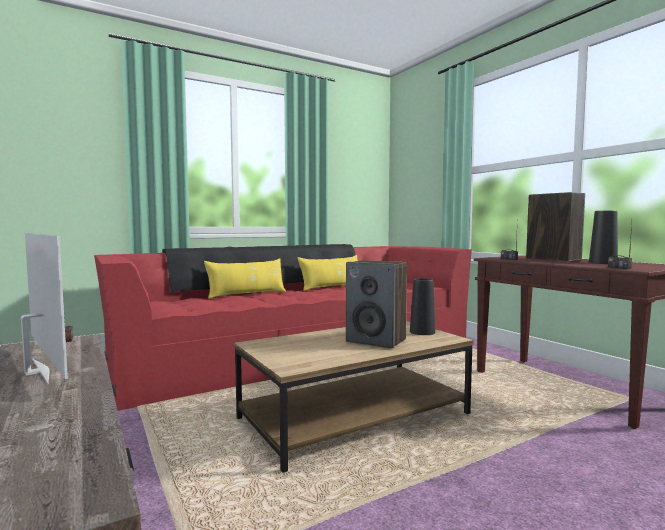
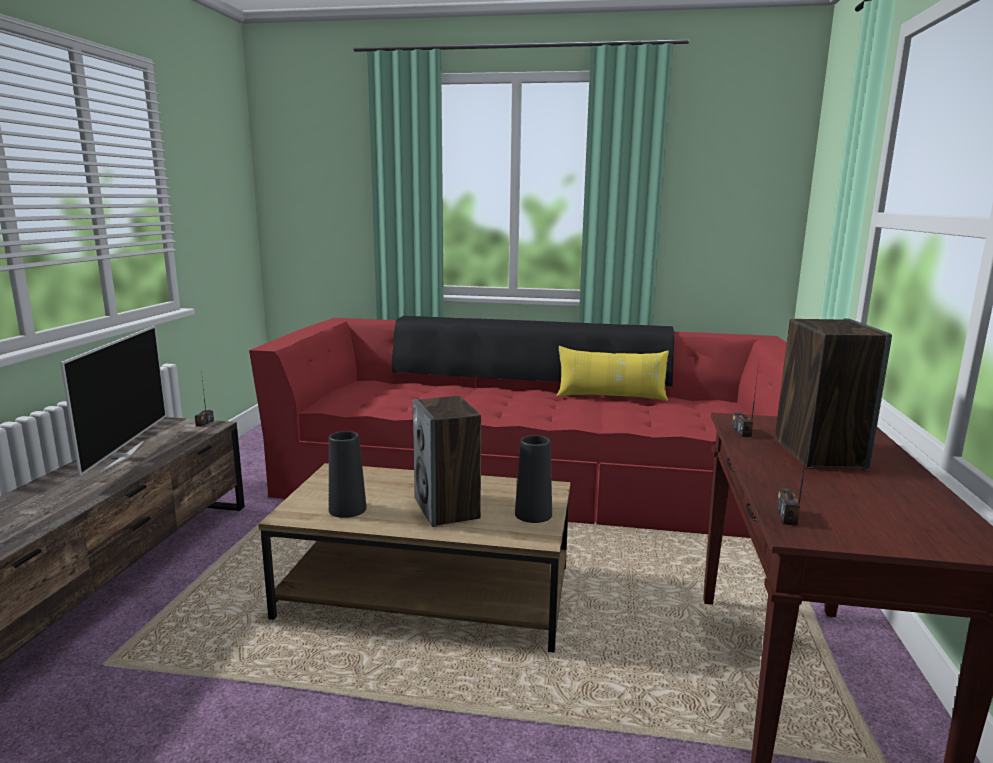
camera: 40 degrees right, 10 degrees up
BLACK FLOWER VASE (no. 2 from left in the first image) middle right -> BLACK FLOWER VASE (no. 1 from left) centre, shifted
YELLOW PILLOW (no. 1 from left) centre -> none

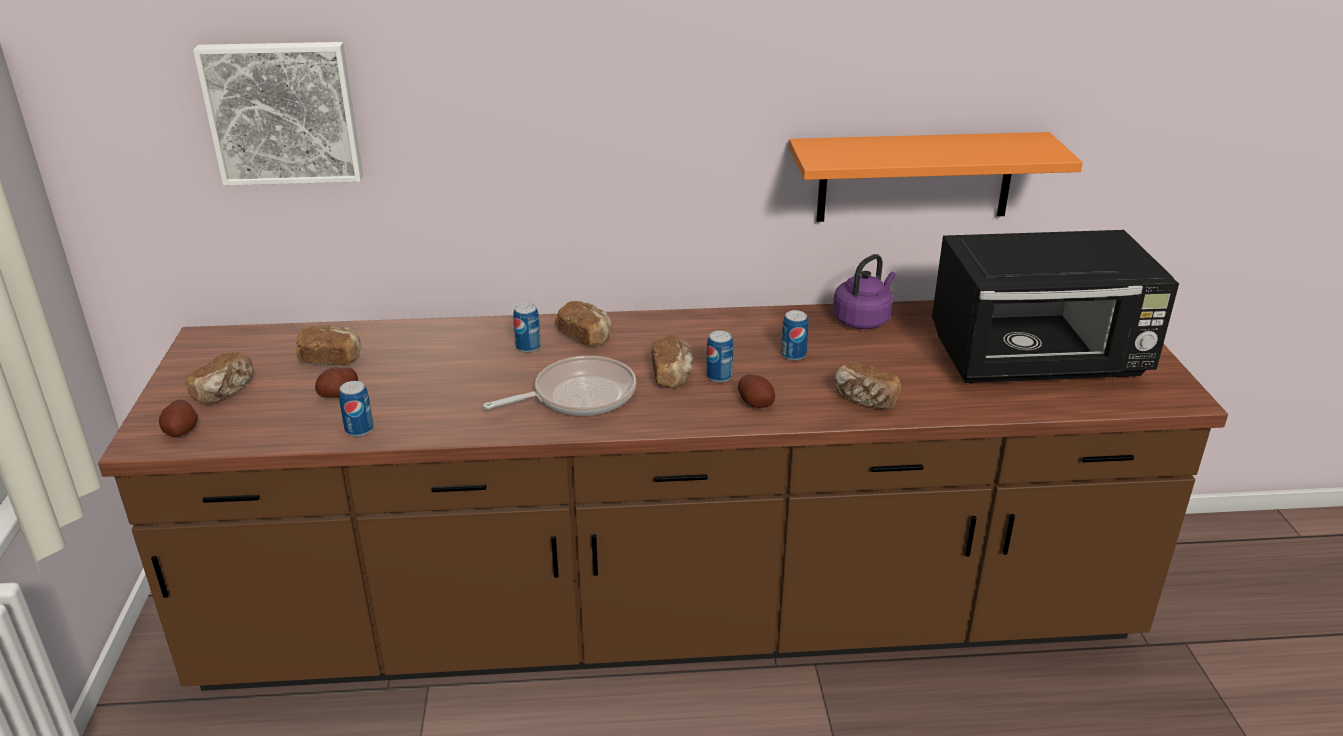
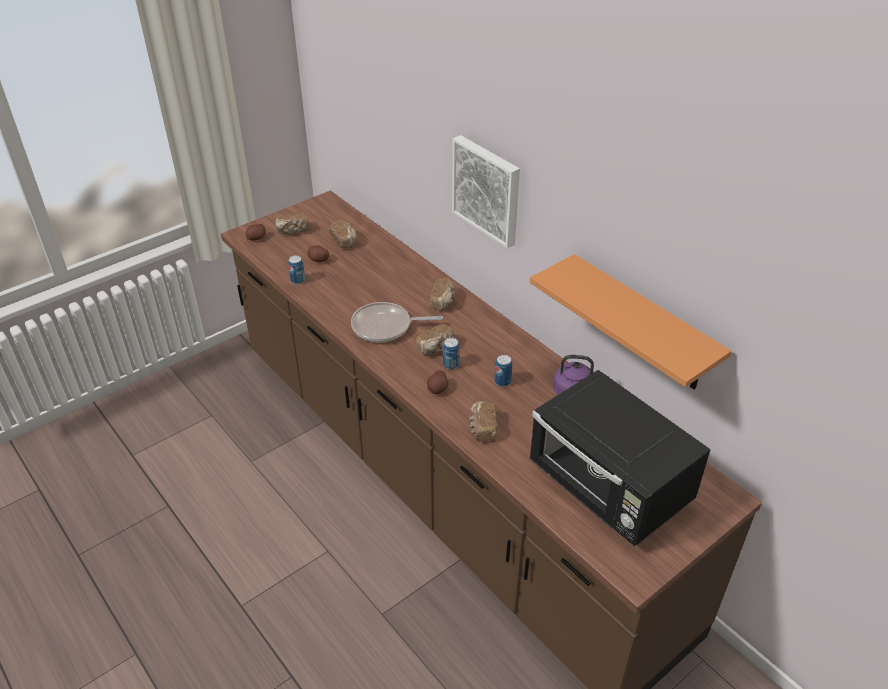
camera: 55 degrees right, 10 degrees up
SKILLET centre, 150 degrees clockwise
WALL ART top left -> WALL ART top centre, shifted
SEALED CAN (no. 2 from left) centre -> none

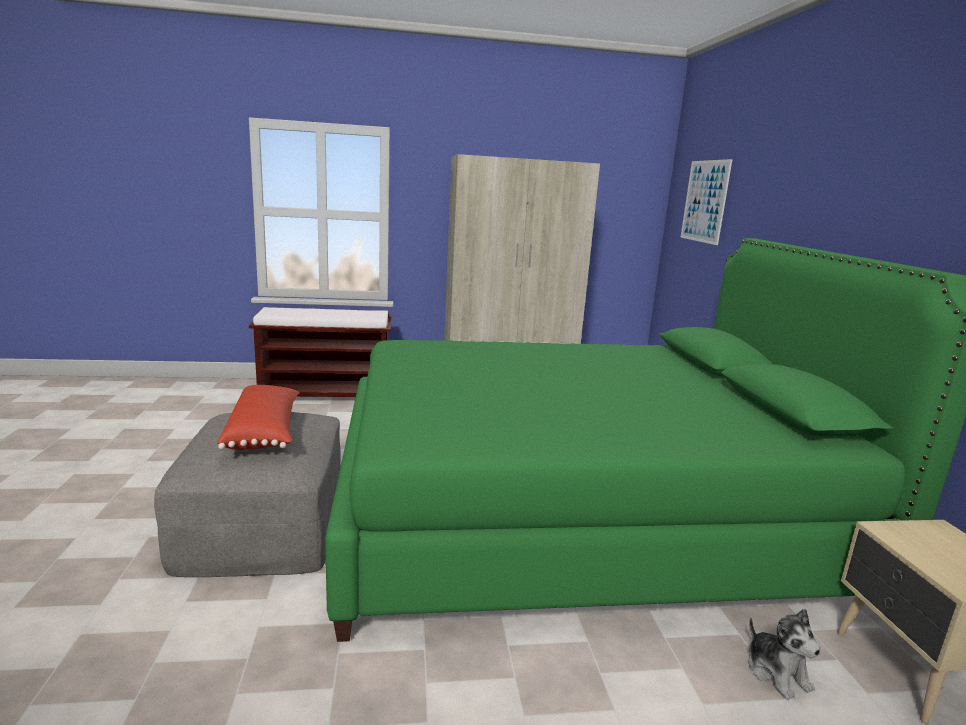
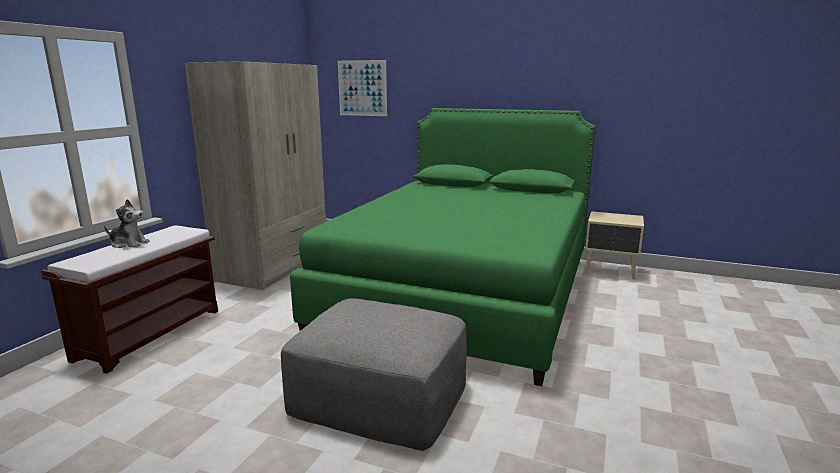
camera: 60 degrees left, 0 degrees up
SOFT TOY bottom right -> SOFT TOY middle left, shifted
RED PILLOW middle left -> none

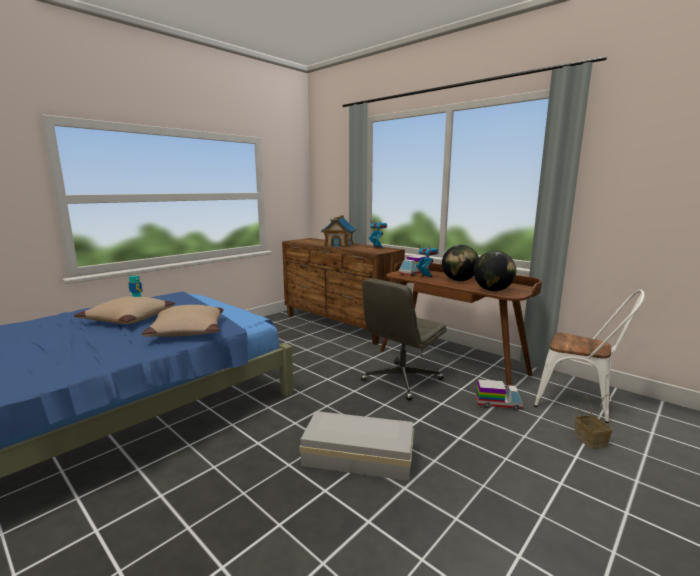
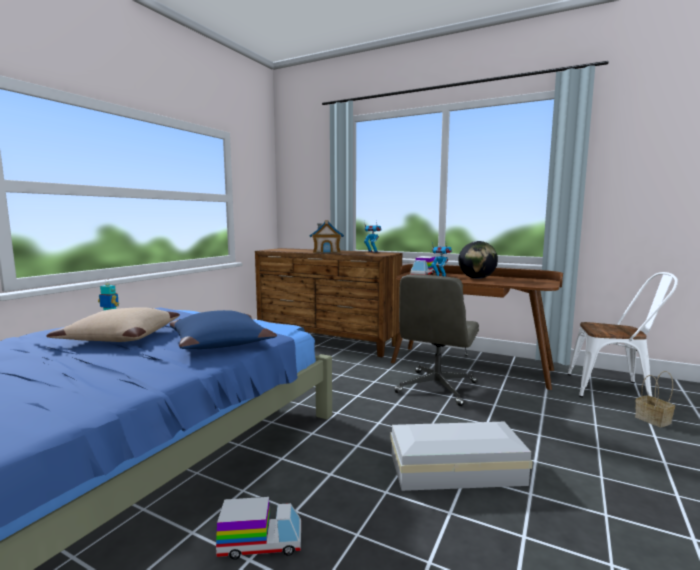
camera: 15 degrees left, 5 degrees down
BEIGE-COLOURED PILLOW (no. 2 from left) middle left -> BLUE PILLOW middle left
TOY TRUCK (no. 2 from left in the first image) bottom right -> TOY TRUCK (no. 1 from left) bottom centre, shifted
WORLD GLOBE (no. 2 from left) middle right -> none

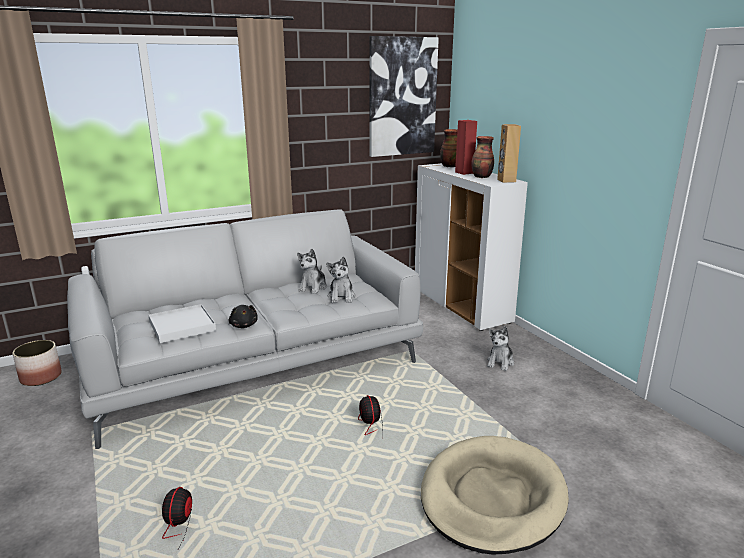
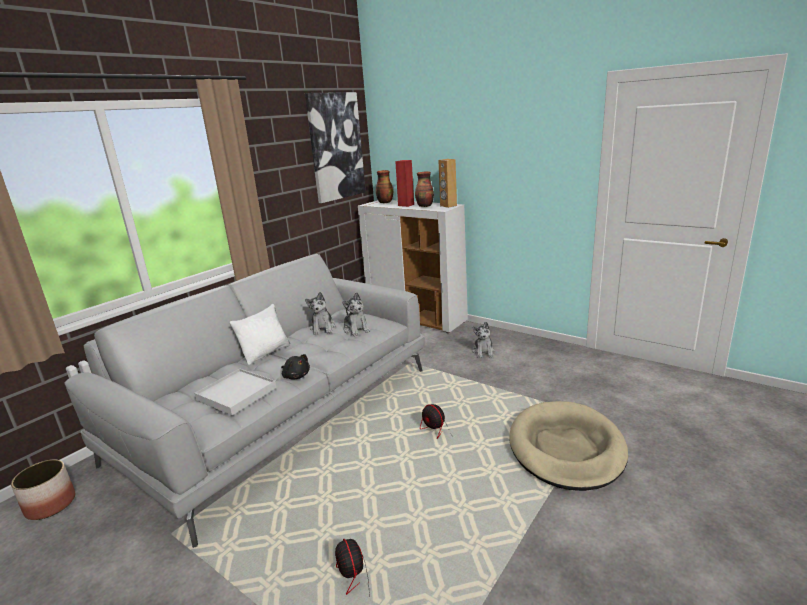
camera: 25 degrees left, 0 degrees up
none -> WHITE PILLOW middle left

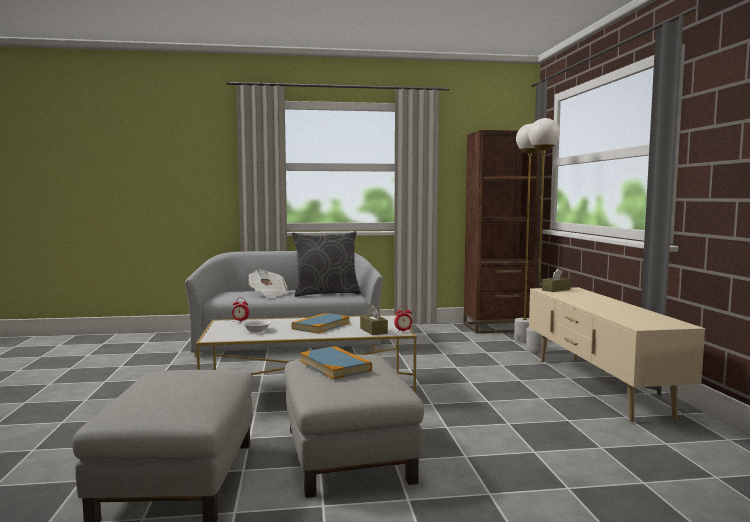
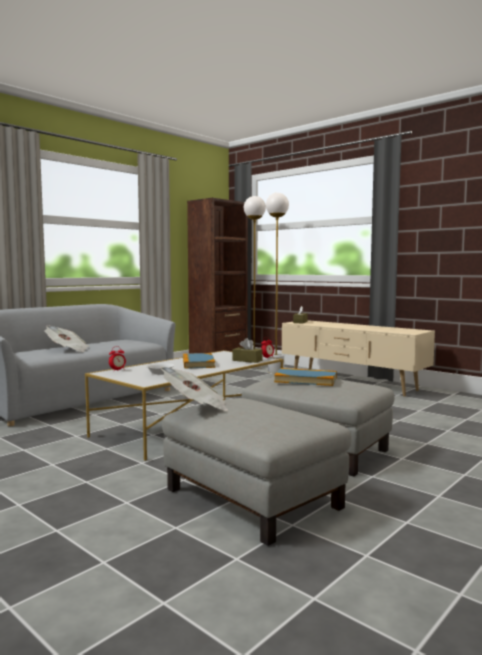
camera: 40 degrees left, 0 degrees up
none -> DAILY PAPER (no. 2 from left) centre
GRAY PILLOW centre -> none

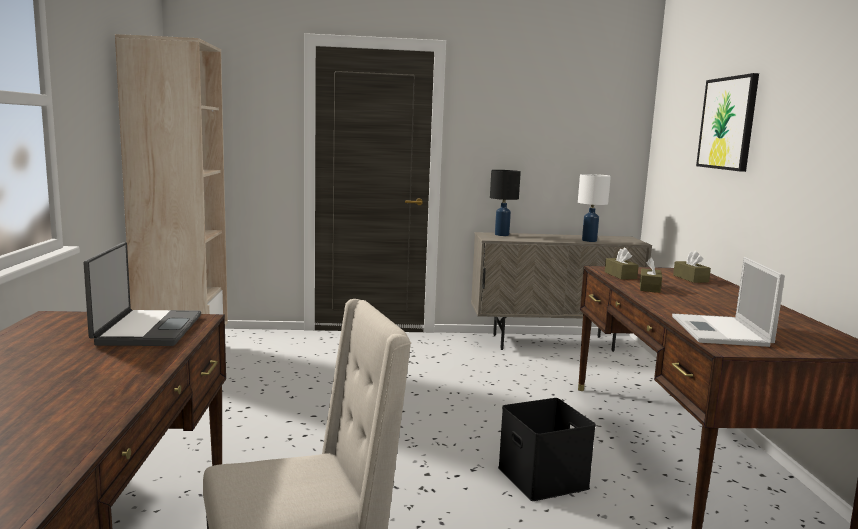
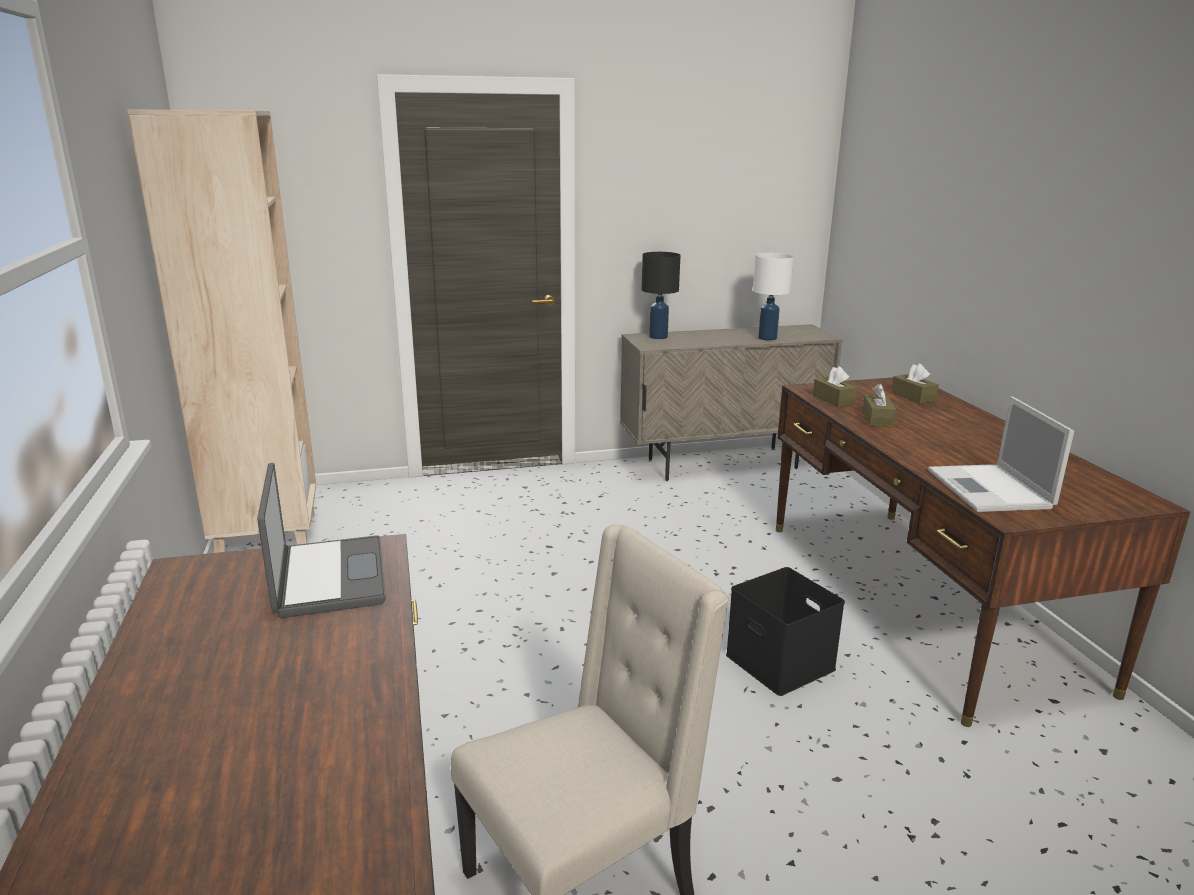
camera: 10 degrees left, 10 degrees up
WALL ART top right -> none

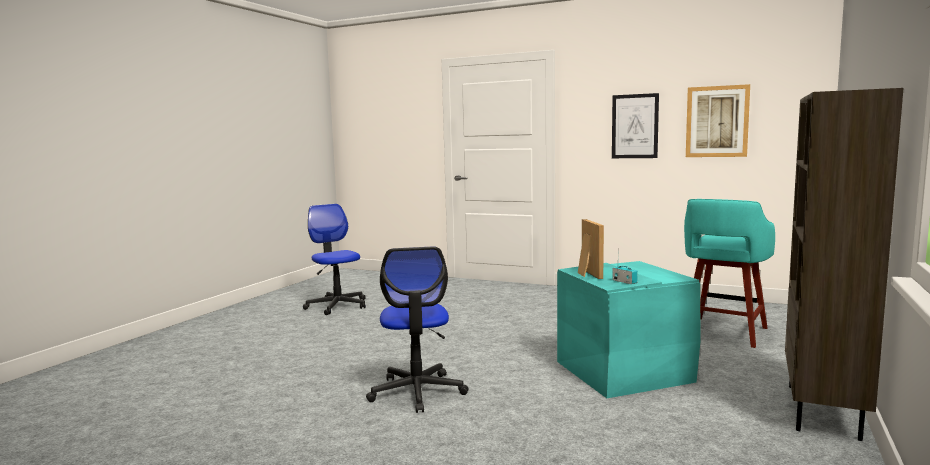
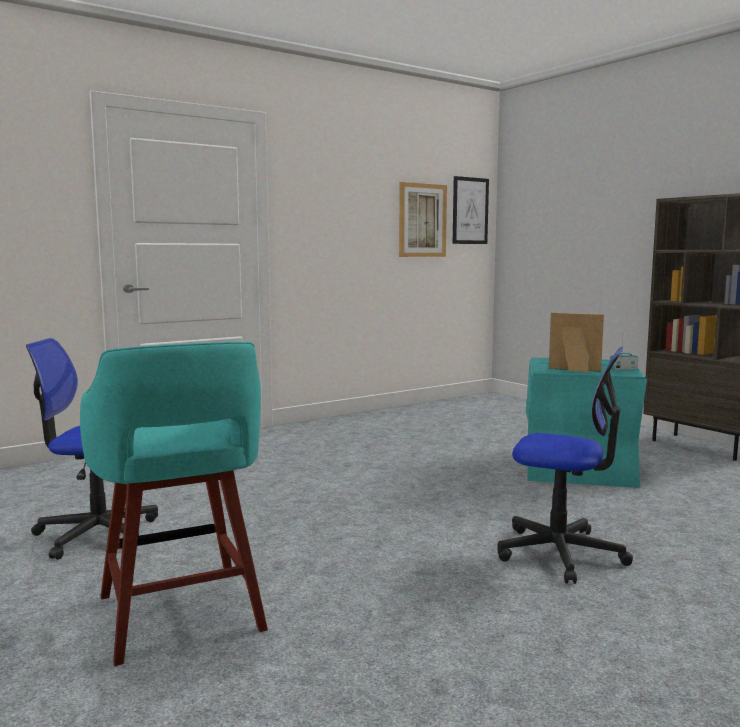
camera: 60 degrees left, 0 degrees up
BLUE-GREEN SITTING STOOL middle right -> BLUE-GREEN SITTING STOOL bottom left, shifted
WALL ART (no. 1 from left in the first image) top right -> WALL ART (no. 2 from left) top centre, shifted

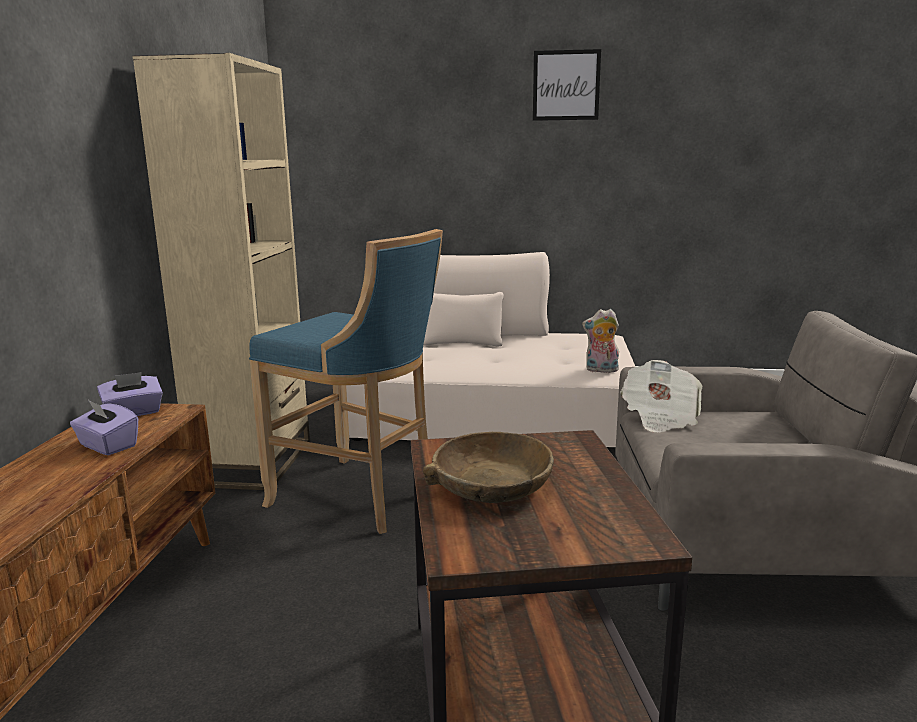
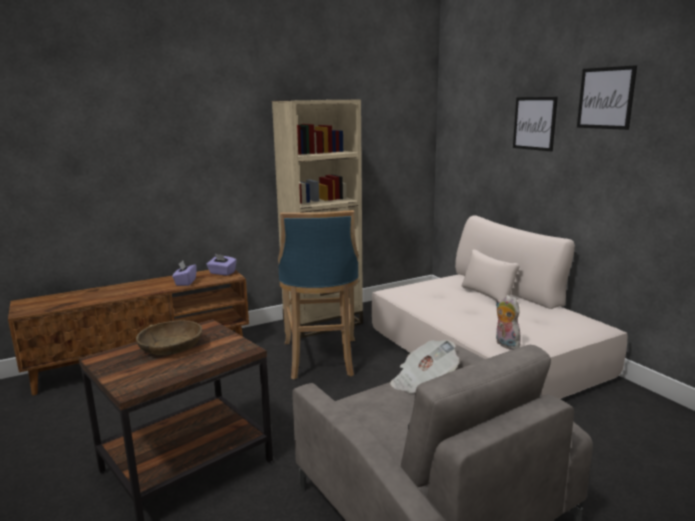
camera: 55 degrees right, 0 degrees up
none -> WALL ART (no. 1 from left) top right

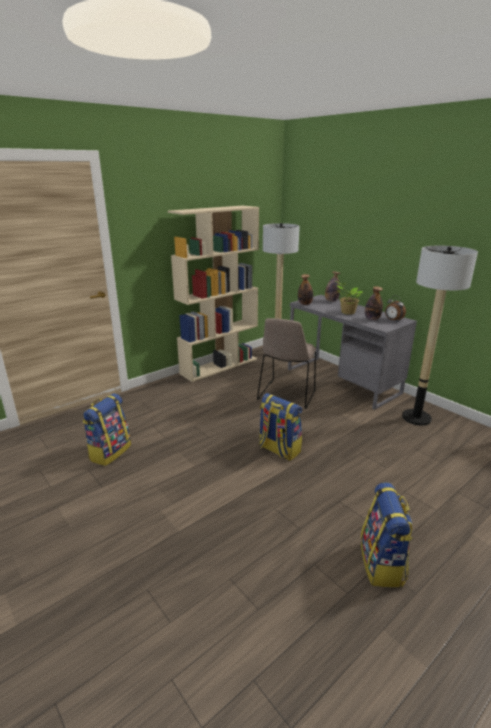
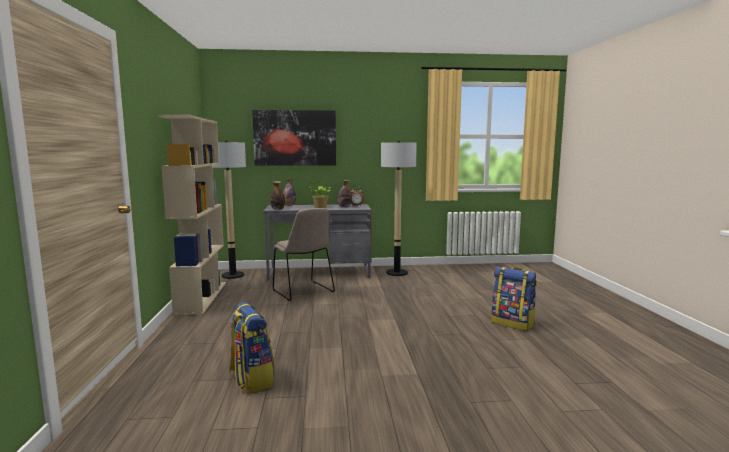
camera: 55 degrees left, 15 degrees down
none -> WALL ART top centre
KNAPSACK (no. 2 from left) centre -> none

